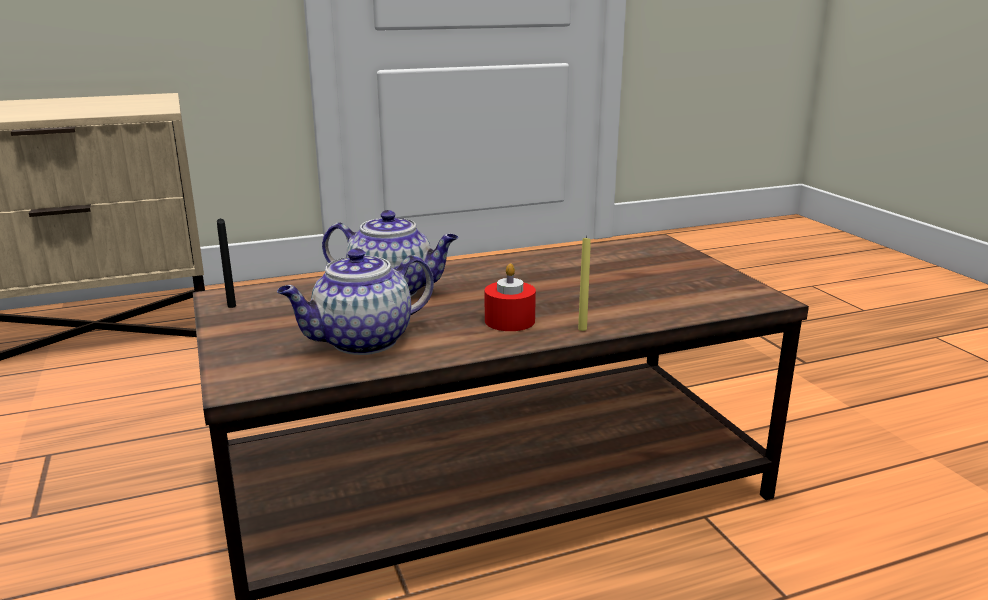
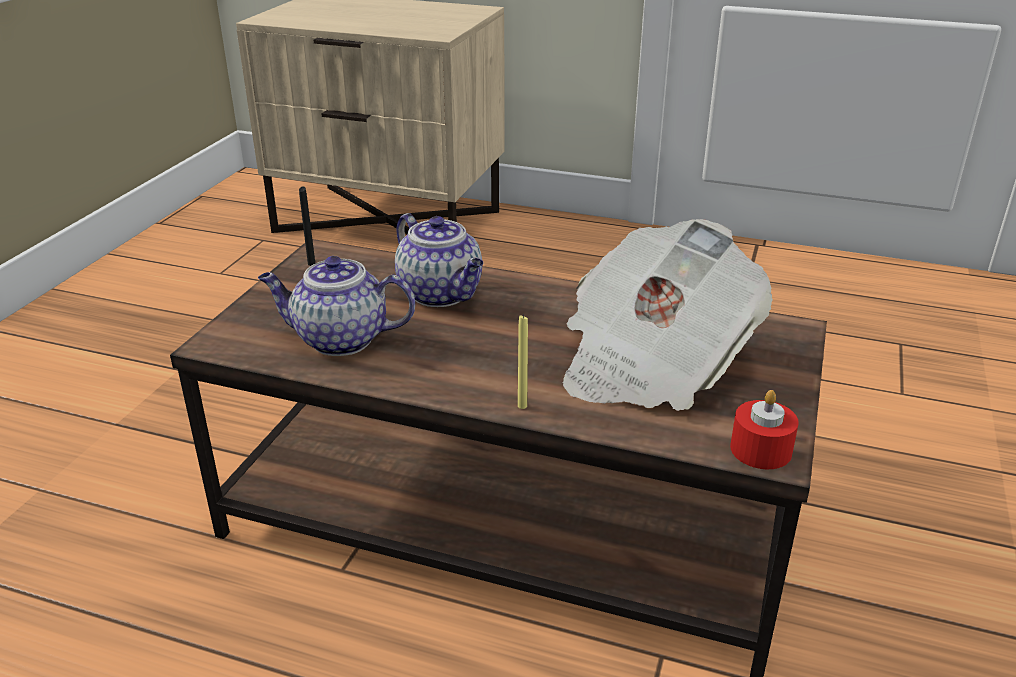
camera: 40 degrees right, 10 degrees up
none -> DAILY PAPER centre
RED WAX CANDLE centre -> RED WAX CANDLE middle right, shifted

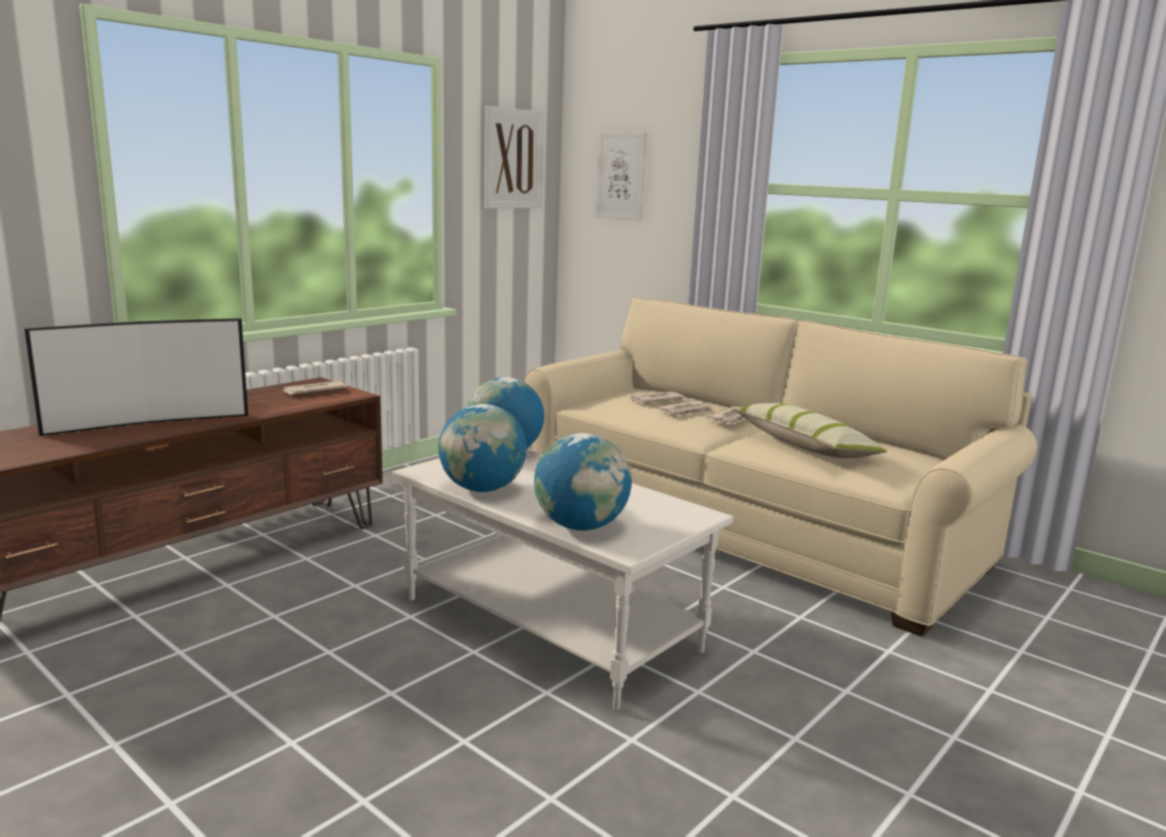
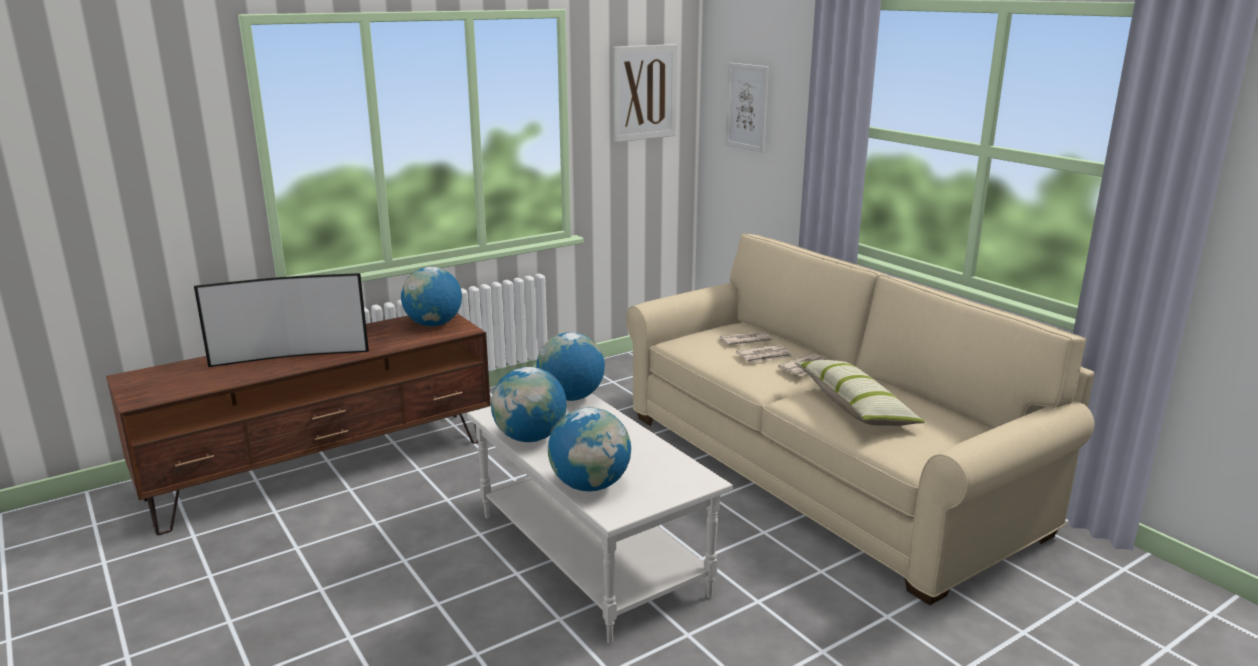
camera: 15 degrees right, 5 degrees up
DAILY PAPER (no. 1 from left) middle left -> WORLD GLOBE (no. 1 from left) centre

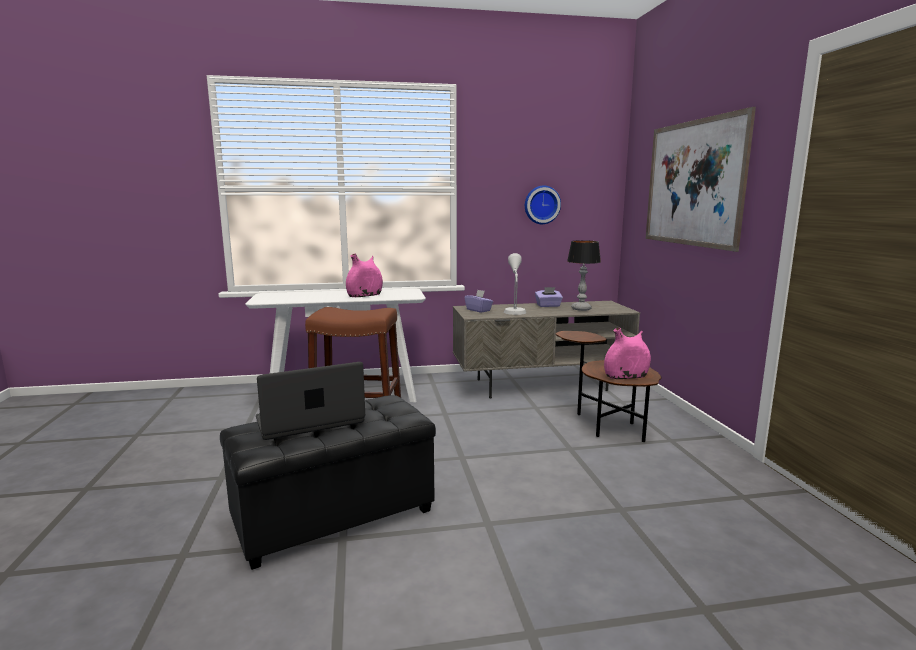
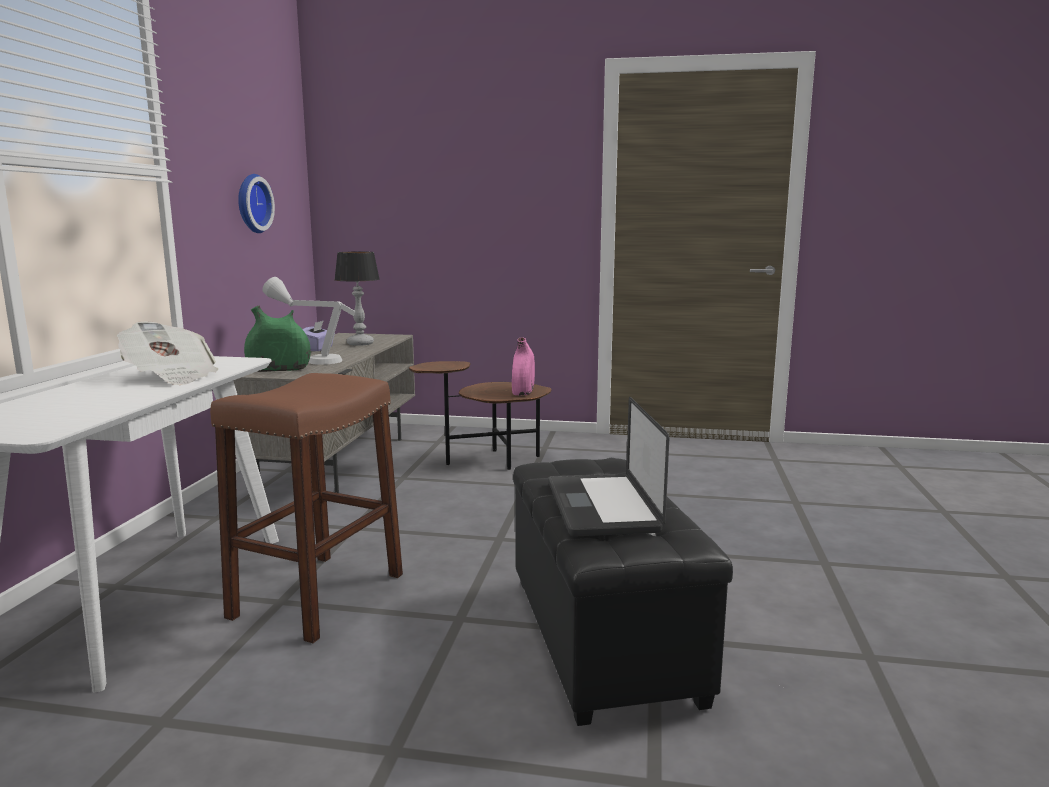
camera: 70 degrees left, 0 degrees up
PINK FLOWER VASE (no. 1 from left) centre -> DAILY PAPER middle left
PURPLE TISSUE BOX (no. 1 from left) centre -> GREEN-COLOURED FLOWER VASE middle left
WALL ART top right -> none

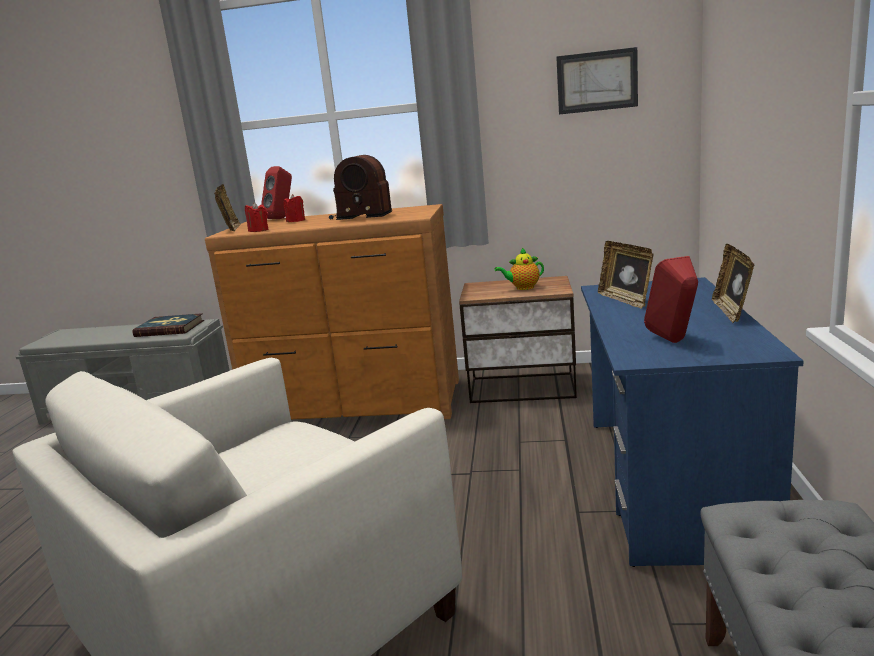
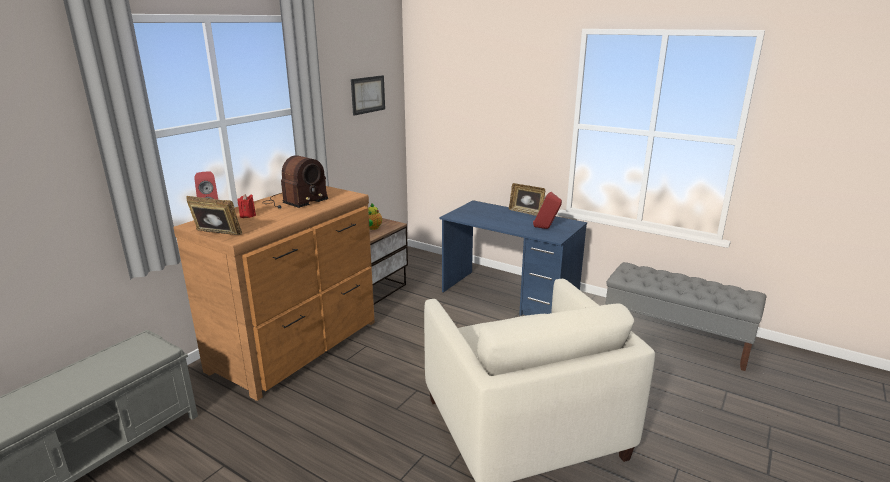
camera: 65 degrees left, 5 degrees up
VOLUME middle left -> none
RED WAX CANDLE (no. 1 from left) top left -> none
PHOTO FRAME (no. 2 from left) middle right -> none

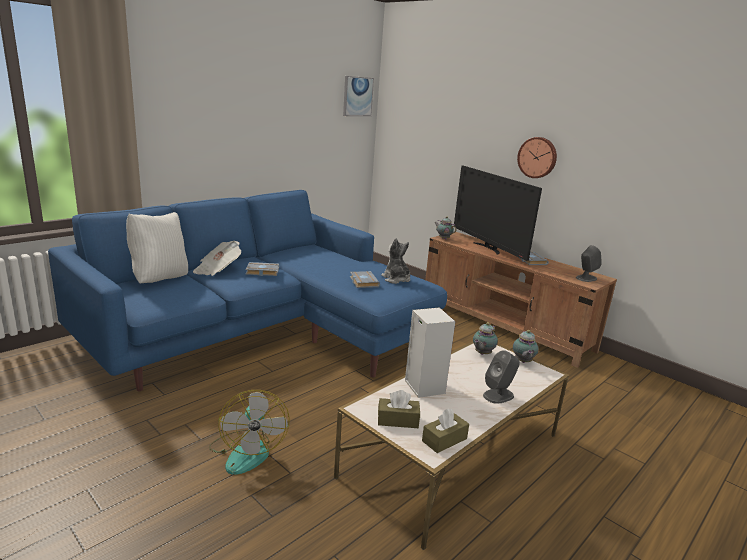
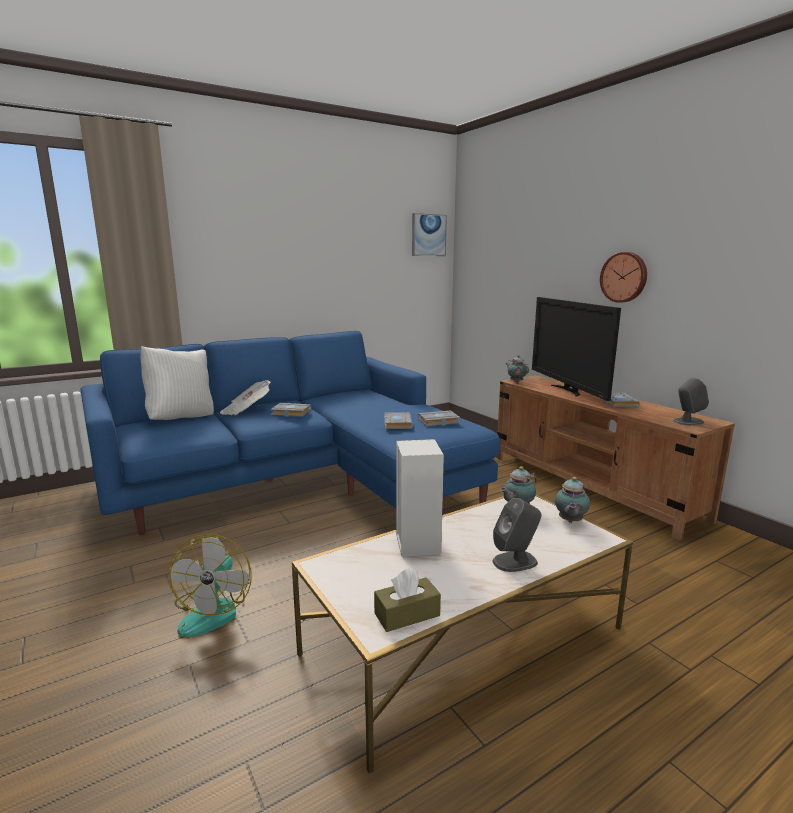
camera: 15 degrees right, 5 degrees down
SOFT TOY centre -> GRAY VOLUME (no. 3 from left) centre
BROWN-COLOURED TISSUE BOX (no. 1 from left) bottom centre -> none

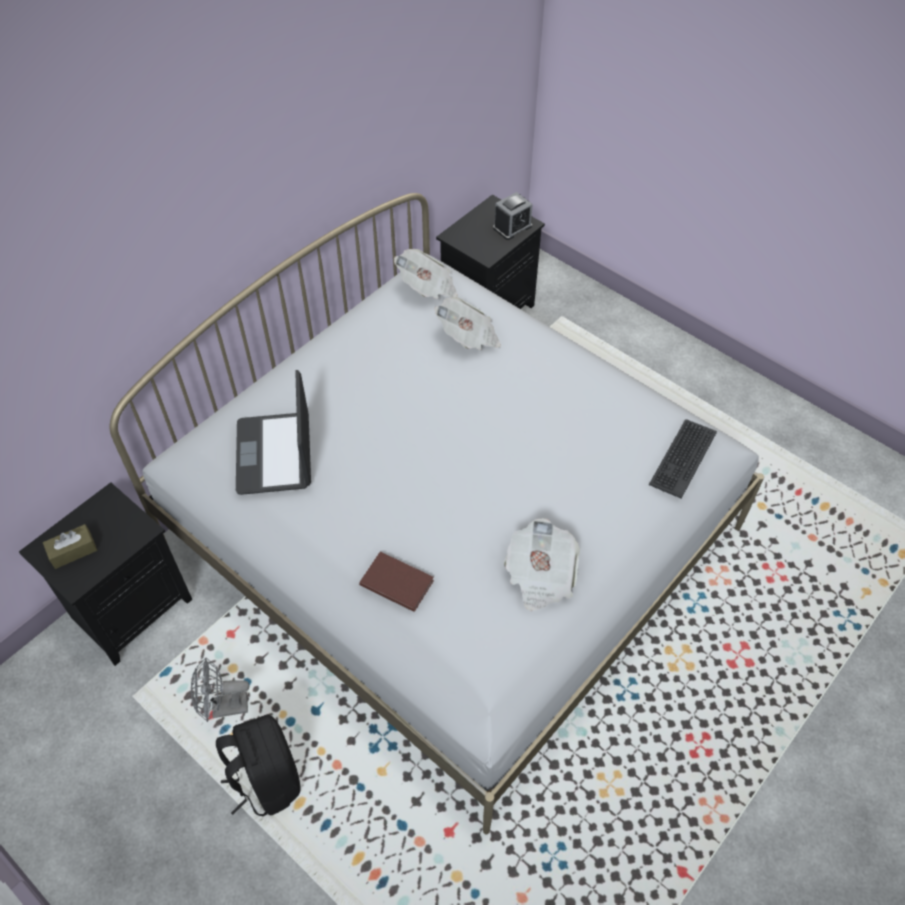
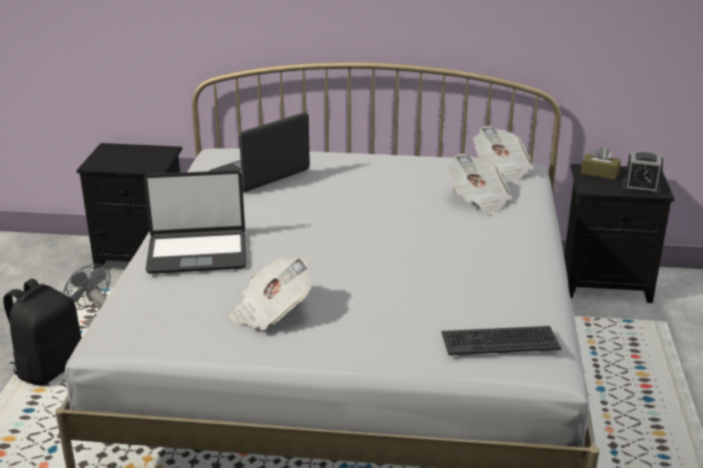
camera: 55 degrees right, 25 degrees down
BROWN-COLOURED VOLUME centre -> NOTEBOOK COMPUTER (no. 1 from left) middle left
BROWN-COLOURED TISSUE BOX middle left -> BROWN-COLOURED TISSUE BOX middle right, shifted

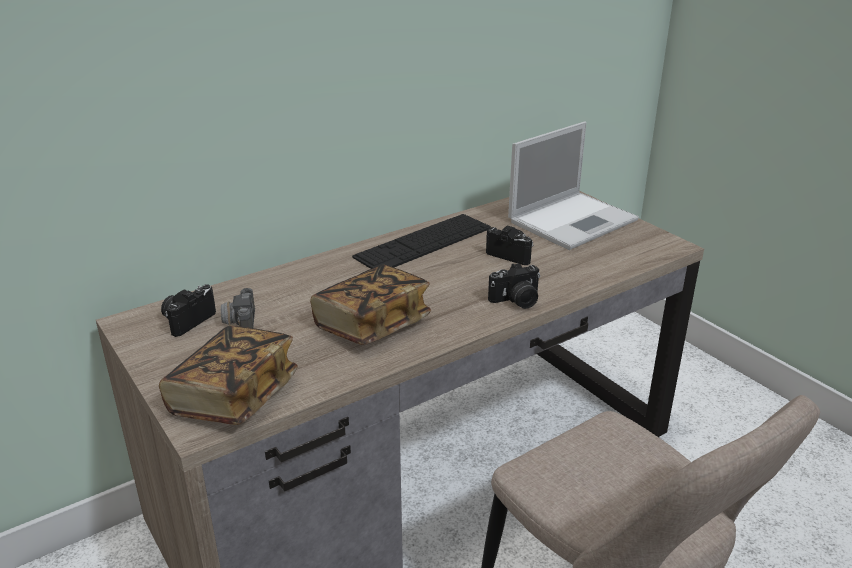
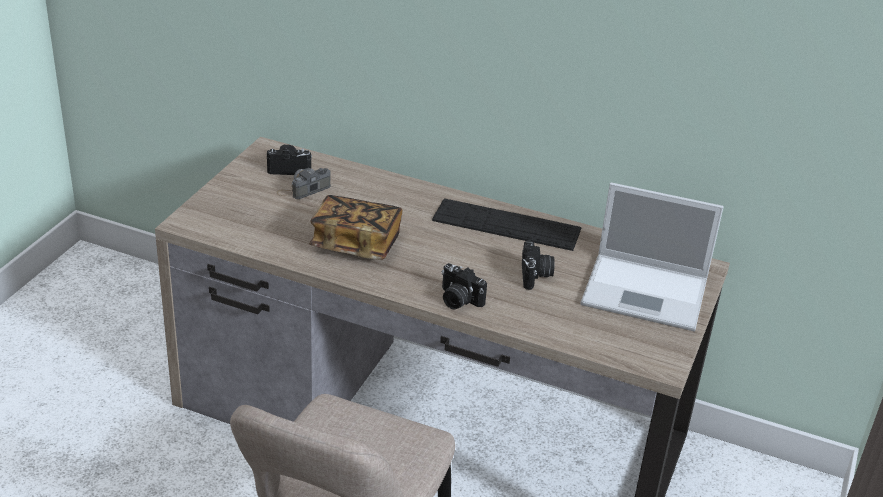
camera: 55 degrees right, 5 degrees up
VOLUME (no. 1 from left) middle left -> none

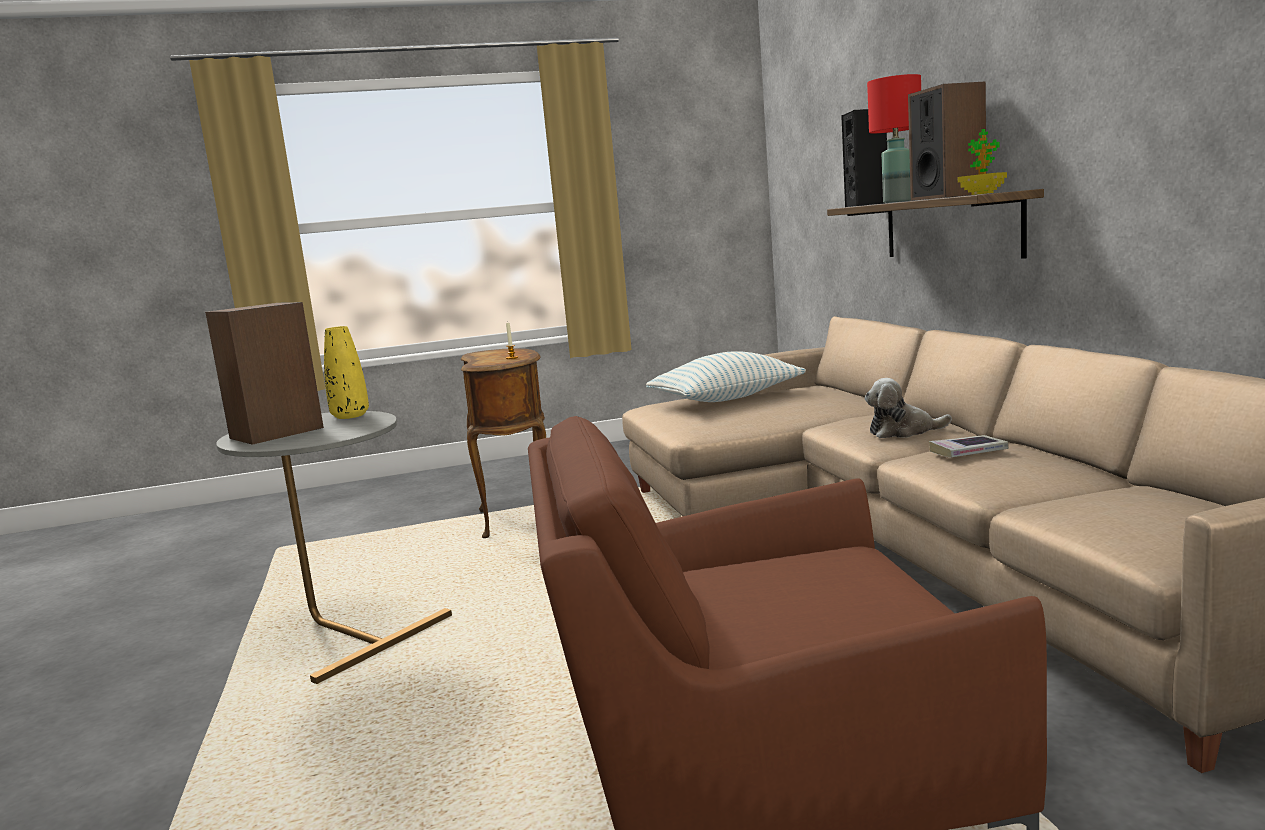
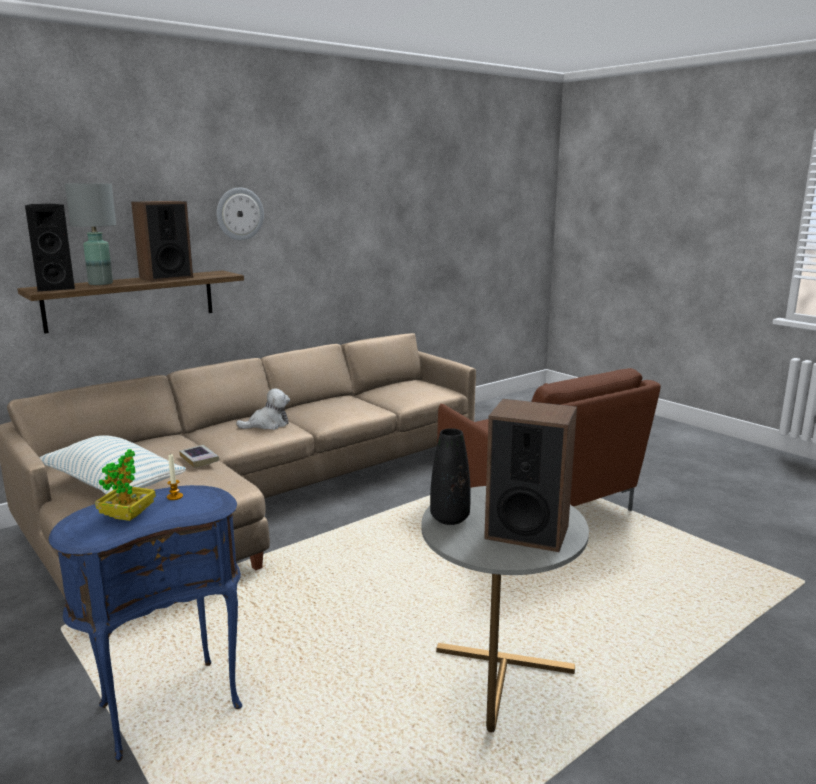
camera: 115 degrees left, 5 degrees up
BROWN-COLOURED SIDE TABLE centre -> BLUE SIDE TABLE bottom left
RED LAMP FOR A TABLE top right -> GRAY LAMP FOR A TABLE top left
HOUSEPLANT top right -> HOUSEPLANT middle left, shifted
VOLUME middle right -> VOLUME middle left, shifted
none -> WALL CLOCK top left
SOFT TOY middle right -> SOFT TOY middle left, 90 degrees counterclockwise
YELLOW FLOWER VASE middle left -> BLACK FLOWER VASE centre

